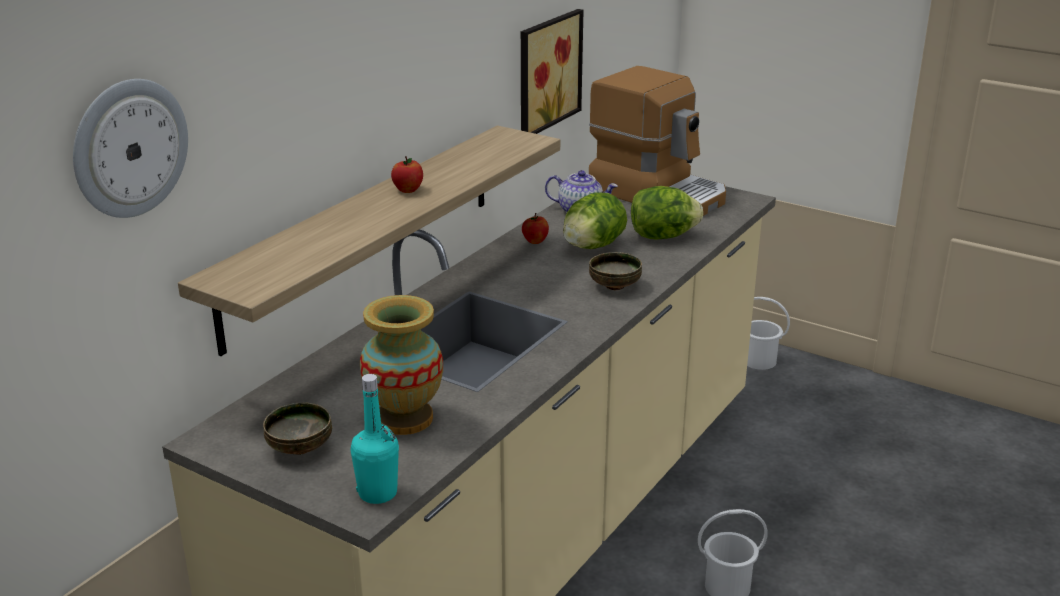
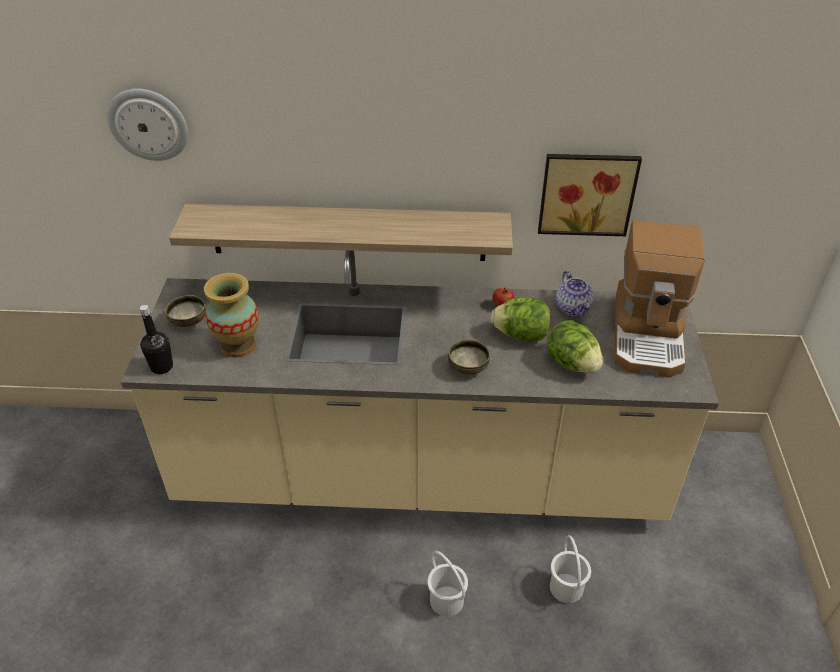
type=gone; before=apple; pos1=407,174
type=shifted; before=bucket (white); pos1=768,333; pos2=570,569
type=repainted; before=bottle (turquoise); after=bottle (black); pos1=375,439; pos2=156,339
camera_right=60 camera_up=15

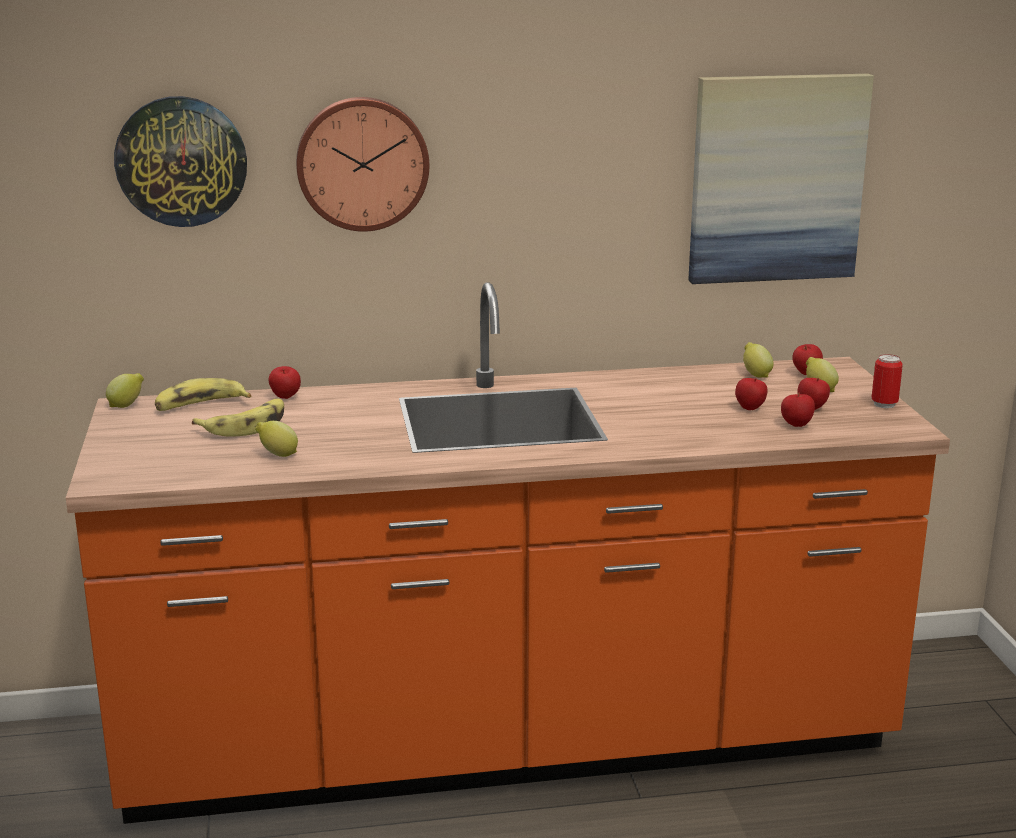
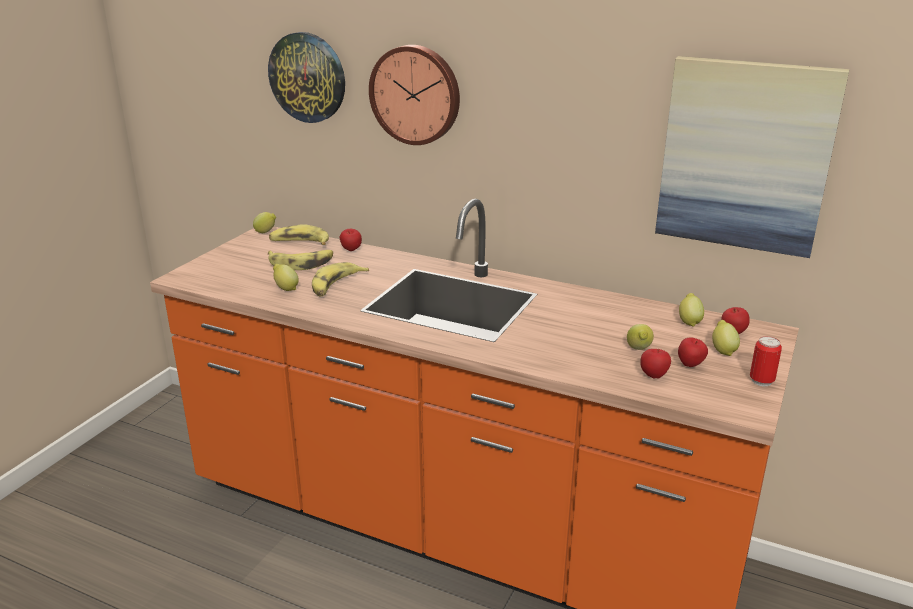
type=swapped; before=apple; after=lemon; pos1=751,394; pos2=640,337
type=new; after=banana; pos2=340,279
camera_right=35 camera_up=5

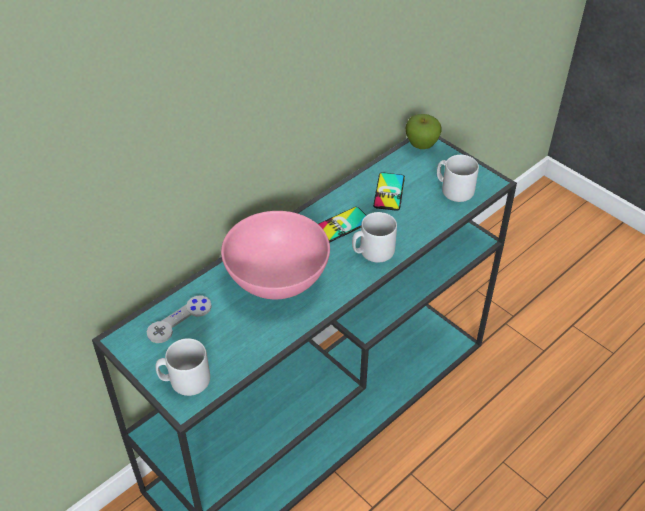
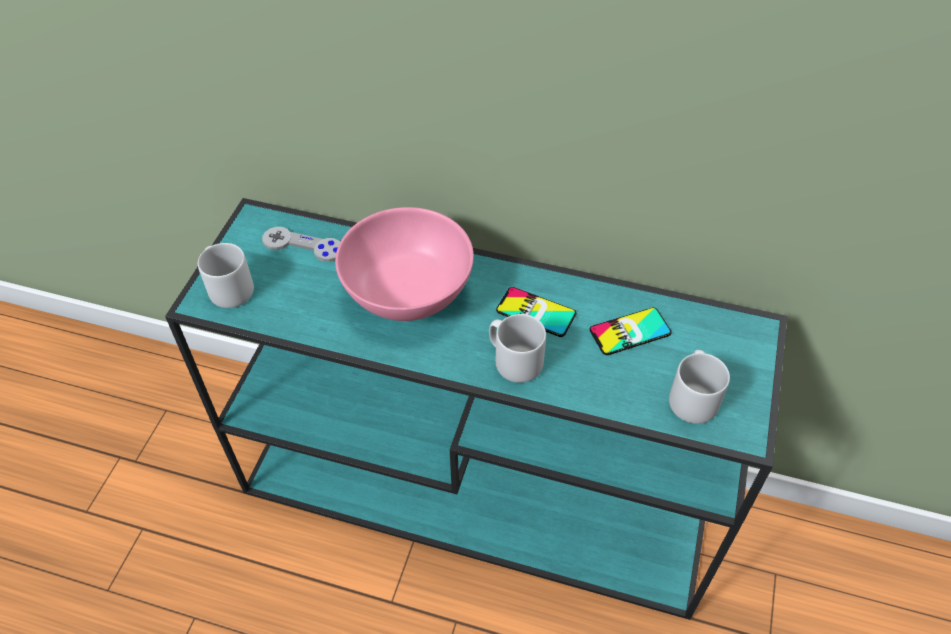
type=gone; before=apple; pos1=424,131
camera_right=60 camera_up=5

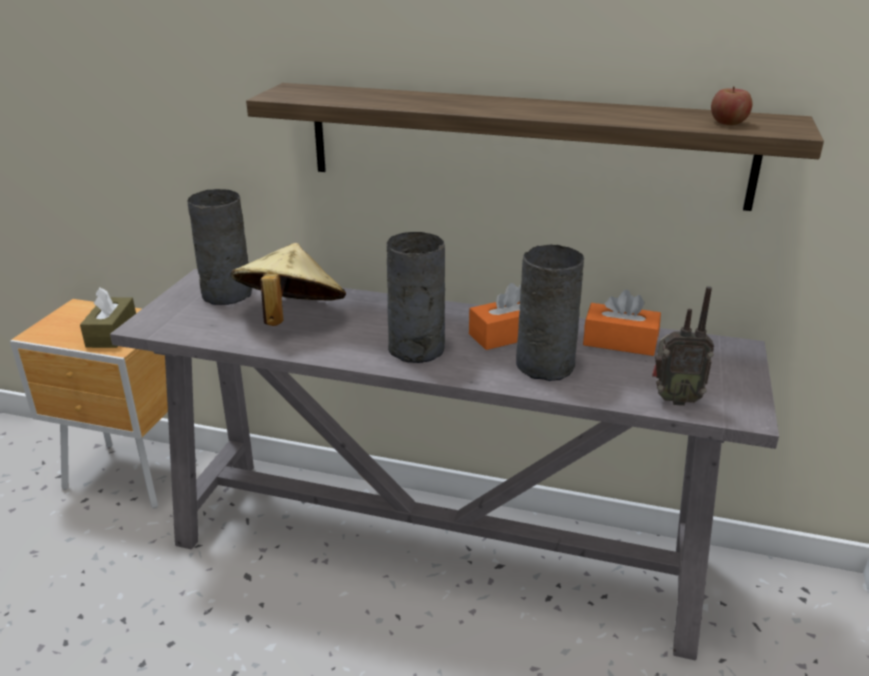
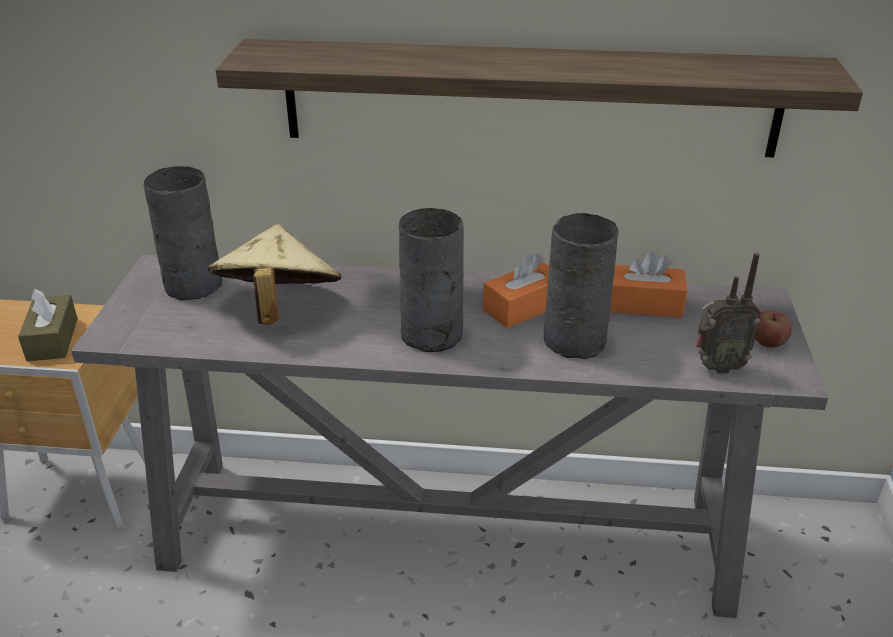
type=shifted; before=apple; pos1=731,106; pos2=773,329
camera_right=-10 camera_up=5

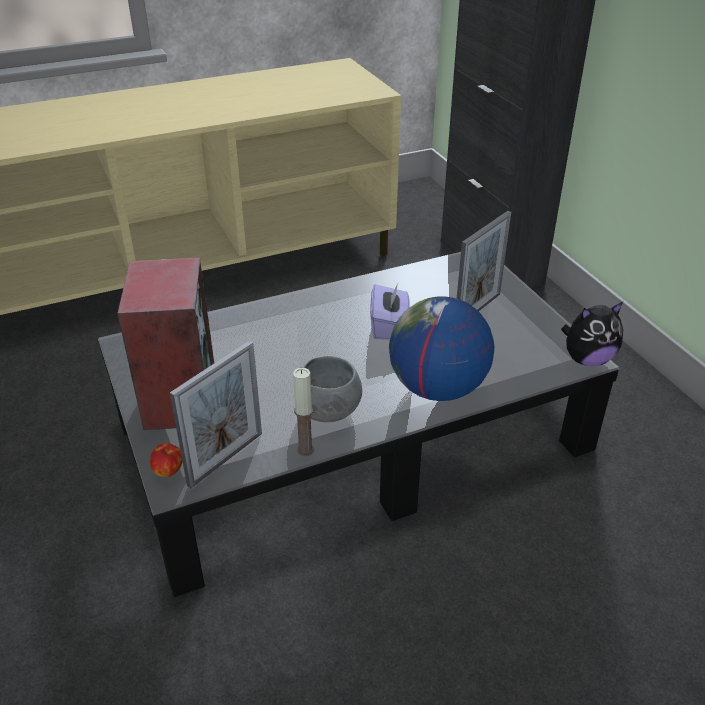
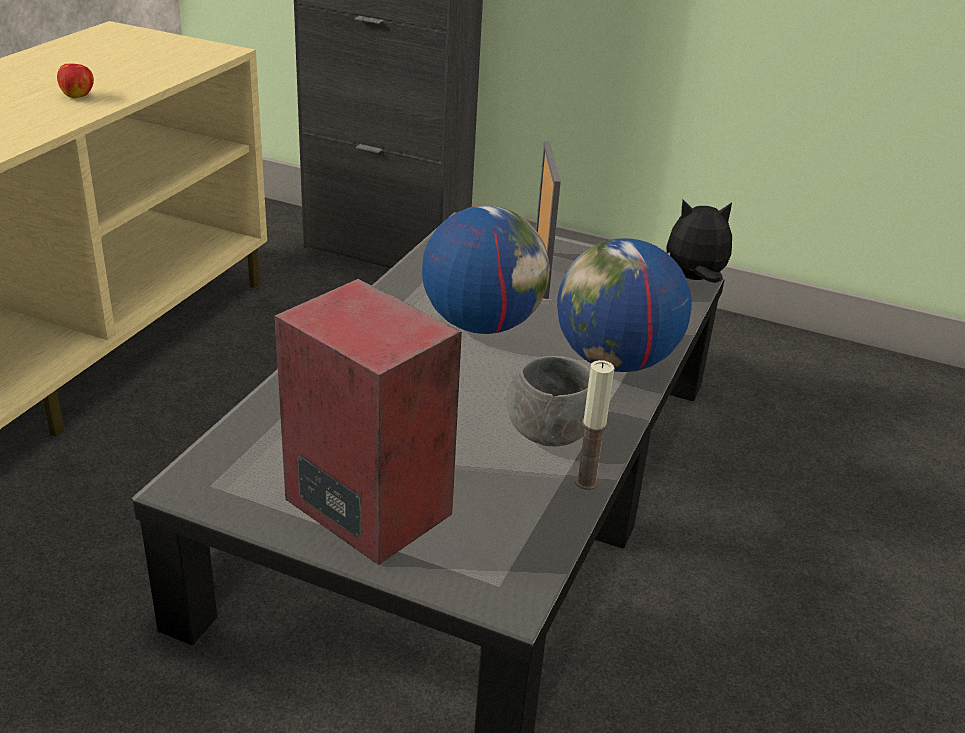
type=swapped; before=tissue box (purple); after=globe; pos1=390,312; pos2=486,269
type=rotated; before=plush toy; pos1=592,334; pos2=699,241; turn=-120
type=gone; before=picture frame; pos1=216,414
type=shifted; before=apple; pos1=166,460; pos2=75,80
camera_right=-45 camera_up=-5

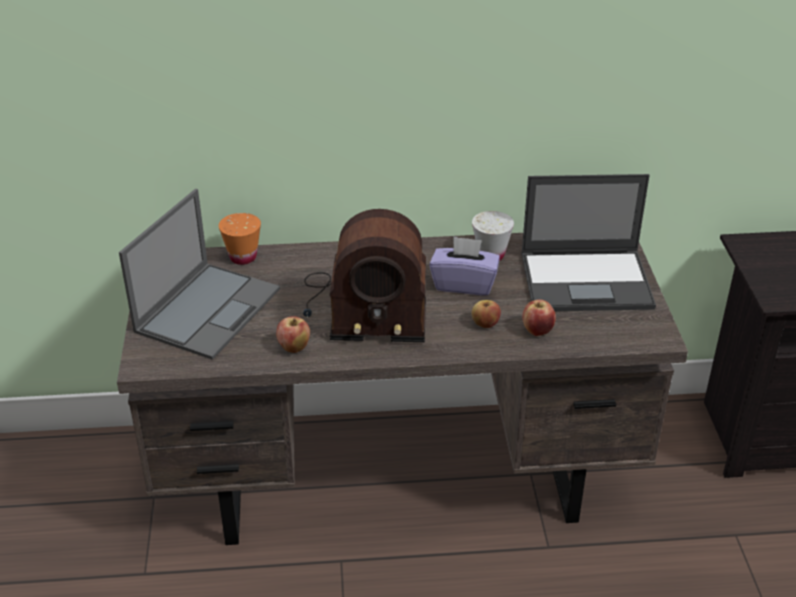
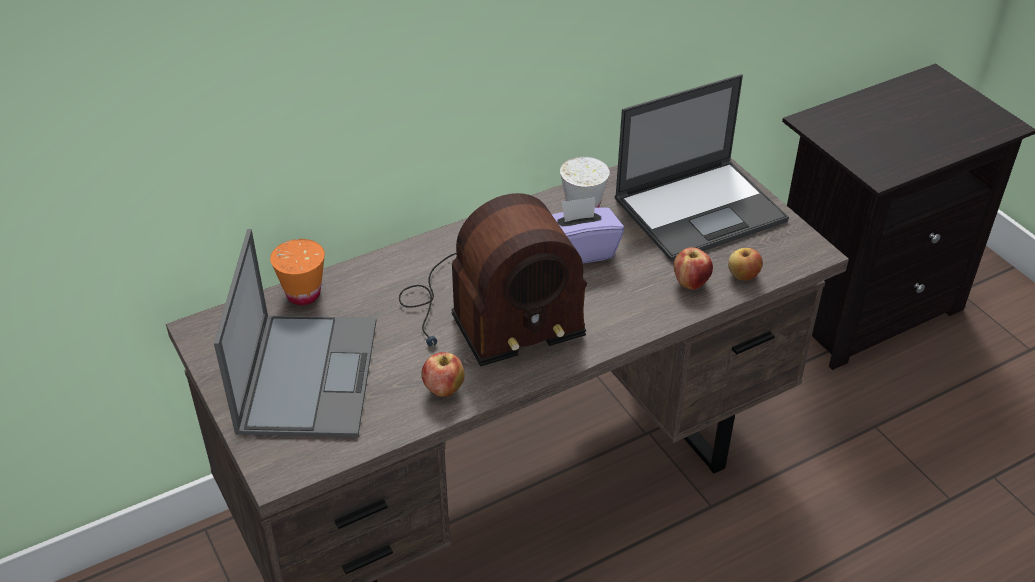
type=shifted; before=apple; pos1=486,314; pos2=745,264
camera_right=-25 camera_up=5

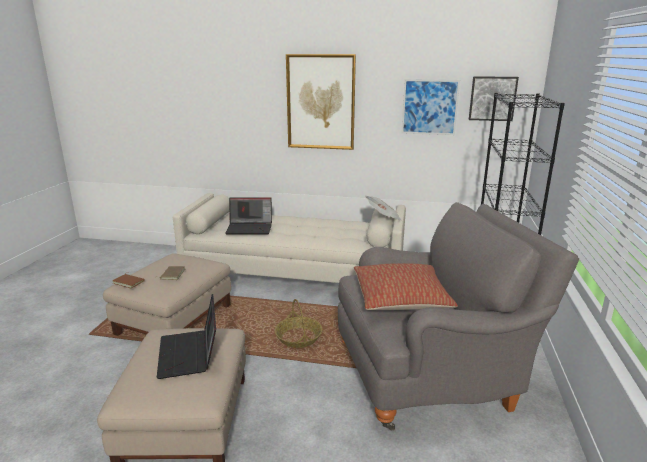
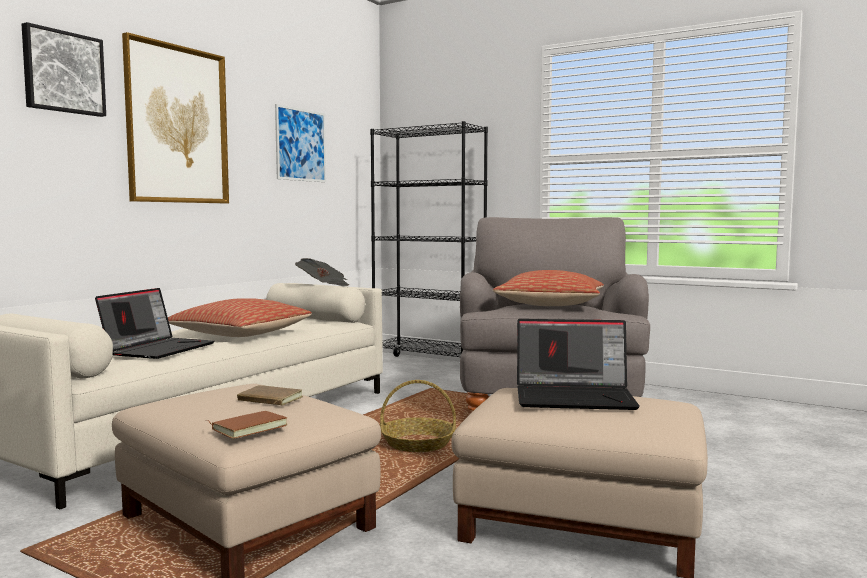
type=shifted; before=picture; pos1=494,98; pos2=64,69
type=new; after=pillow; pos2=240,317
camera_right=-70 camera_up=-15

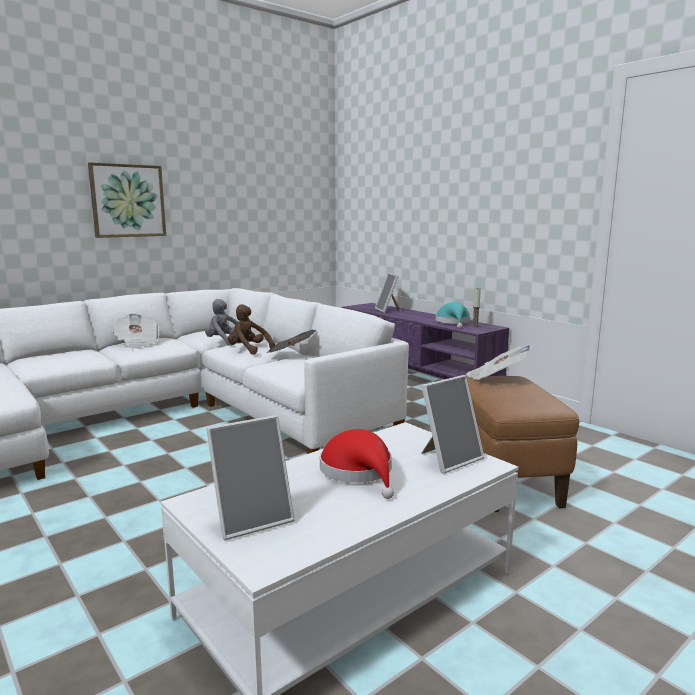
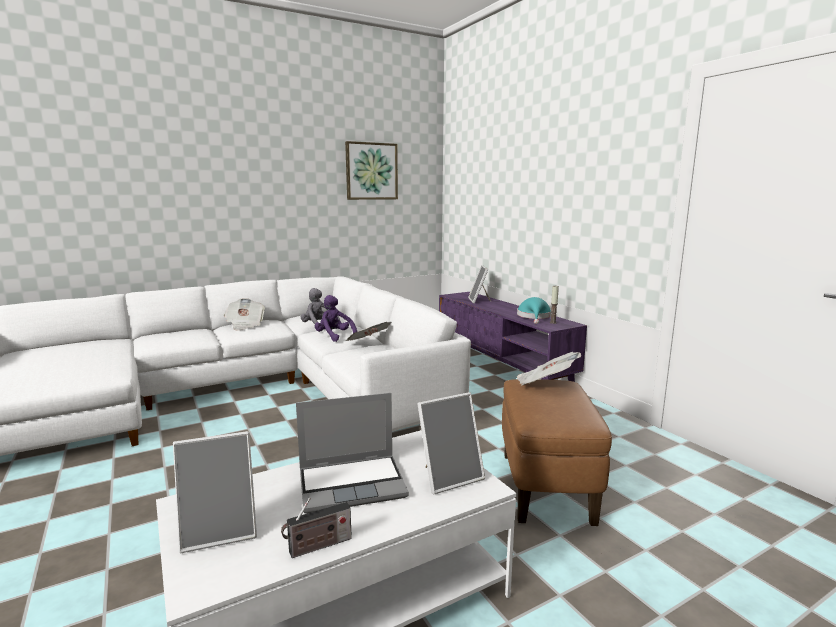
type=shifted; before=picture; pos1=127,200; pos2=371,170
type=repainted; before=plush toy (brown); after=plush toy (purple); pos1=251,329; pos2=336,318
type=swapped; before=hat (red); after=laptop; pos1=357,464; pos2=352,453
type=new; after=radio; pos2=316,528
camera_right=10 camera_up=0

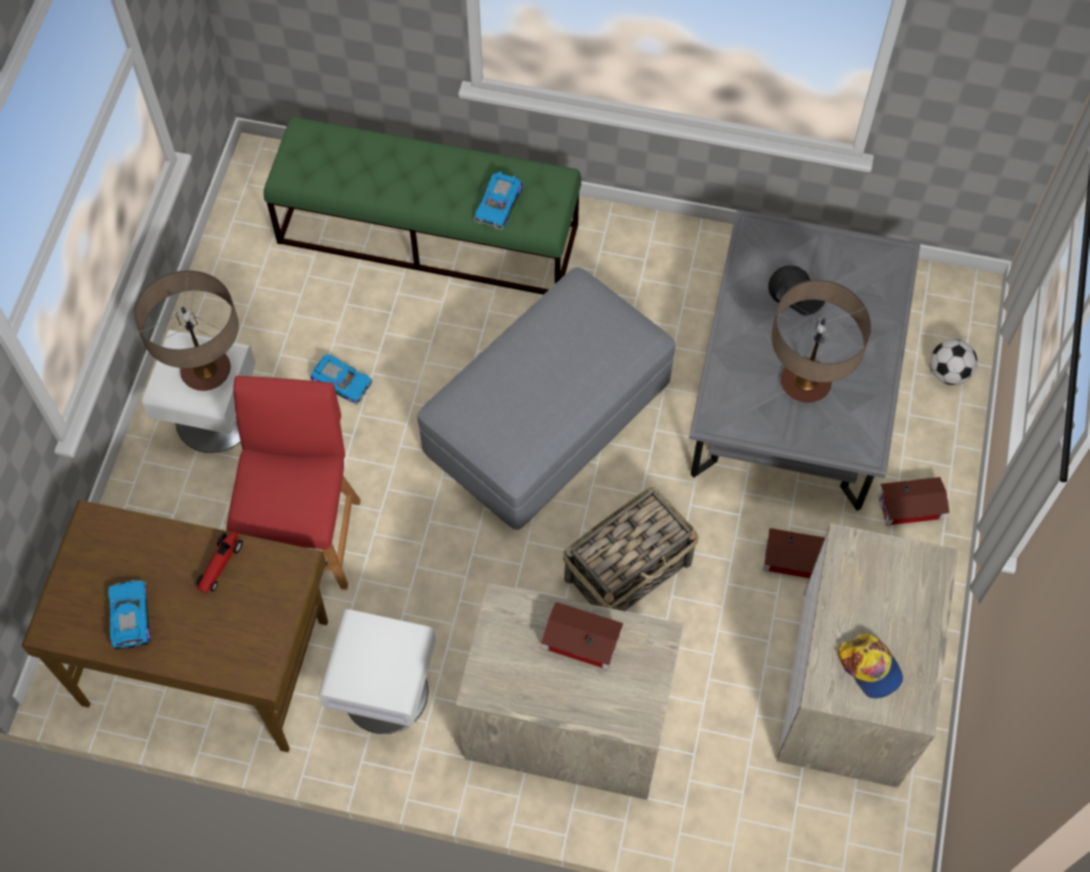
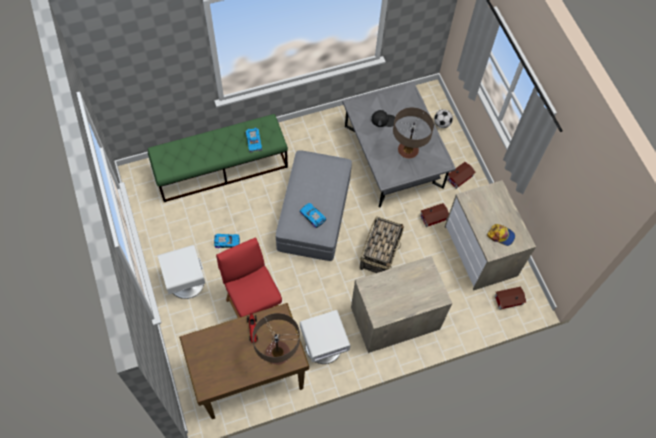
type=shifted; before=table lamp; pos1=186,330; pos2=276,339
type=shifted; before=toy car; pos1=129,615; pos2=312,215
type=shifted; before=toy house; pos1=582,636; pos2=510,298
camera_right=-35 camera_up=0

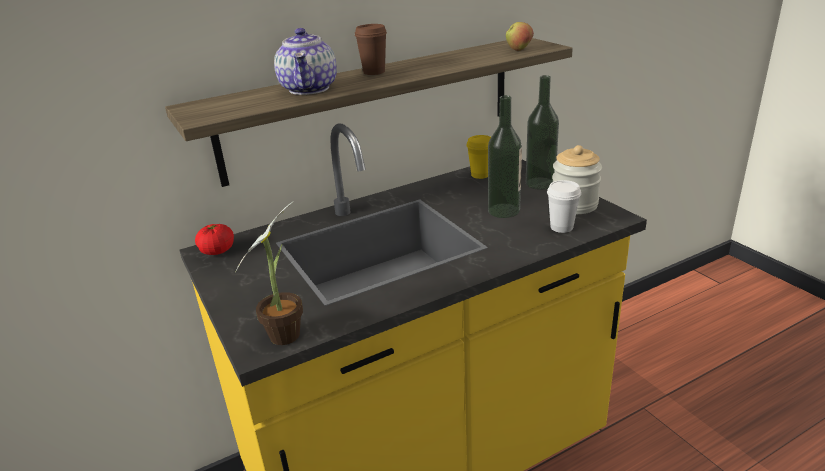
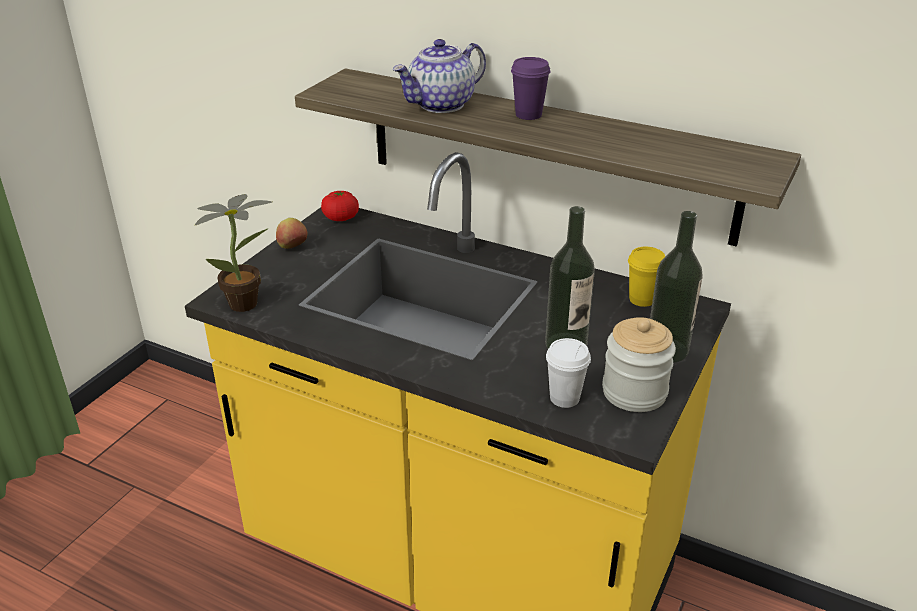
type=shifted; before=apple; pos1=520,36; pos2=292,233
type=repainted; before=cup (brown); after=cup (purple); pos1=371,49; pos2=530,88
camera_right=55 camera_up=5

